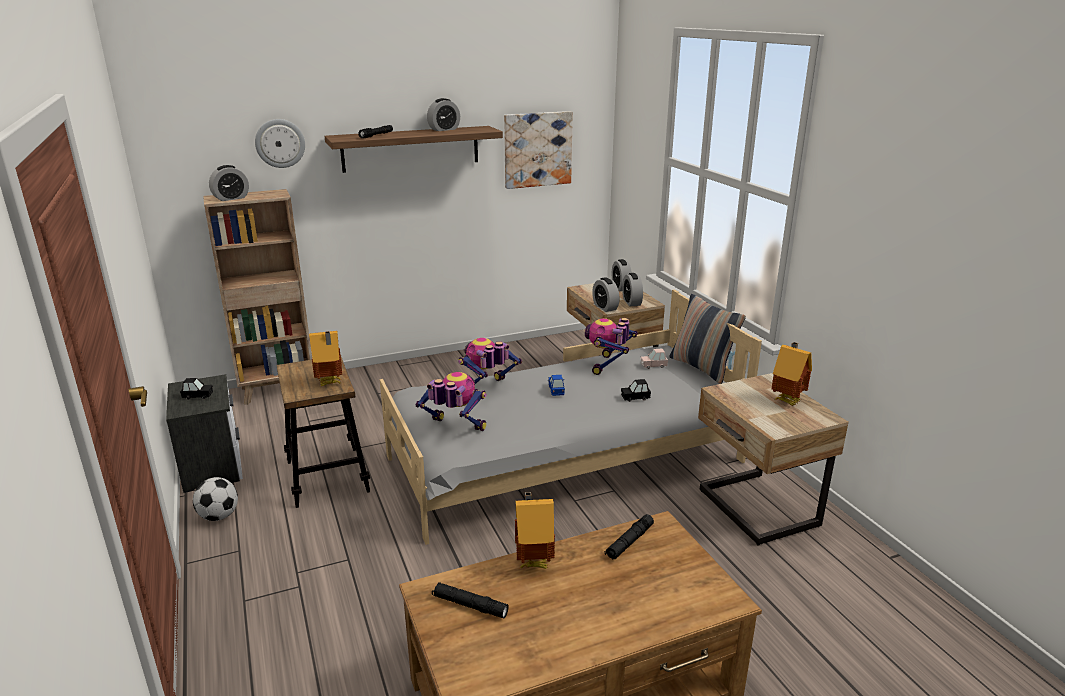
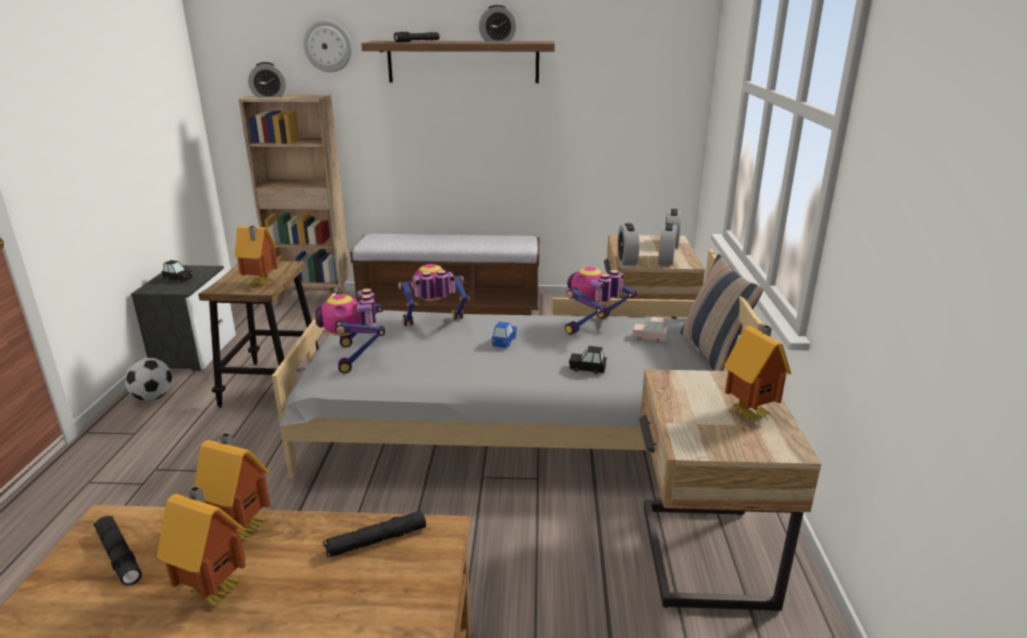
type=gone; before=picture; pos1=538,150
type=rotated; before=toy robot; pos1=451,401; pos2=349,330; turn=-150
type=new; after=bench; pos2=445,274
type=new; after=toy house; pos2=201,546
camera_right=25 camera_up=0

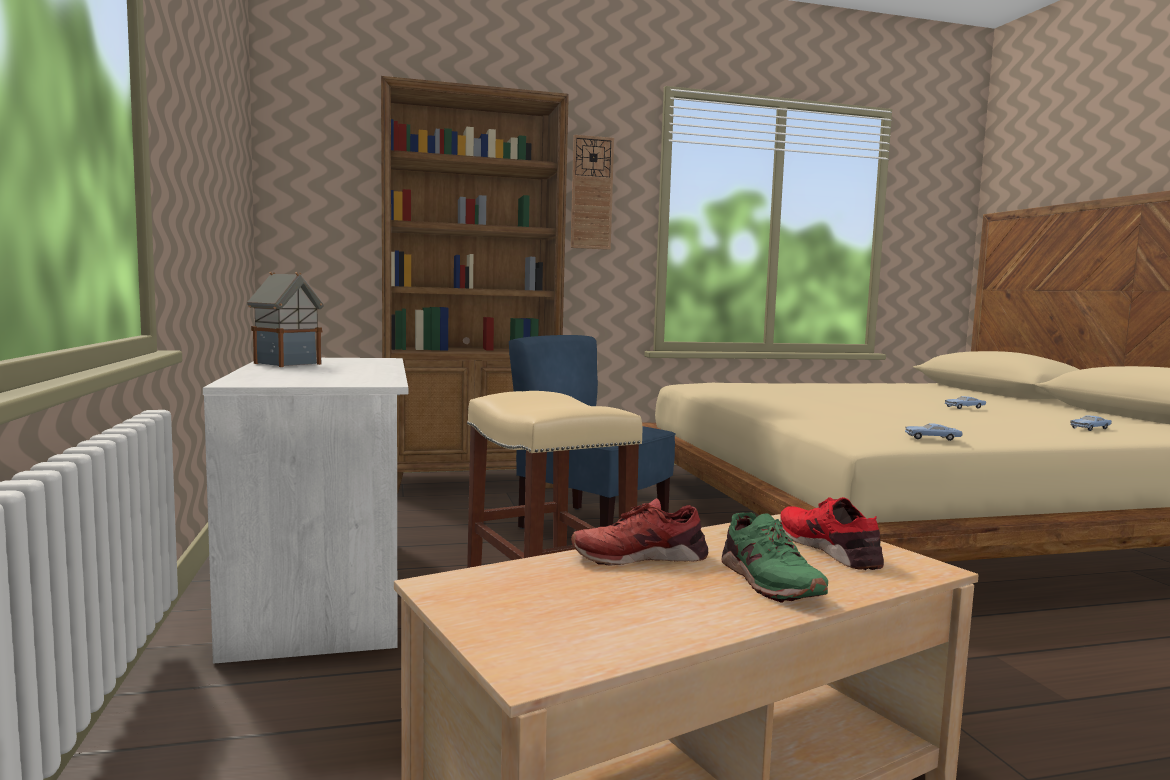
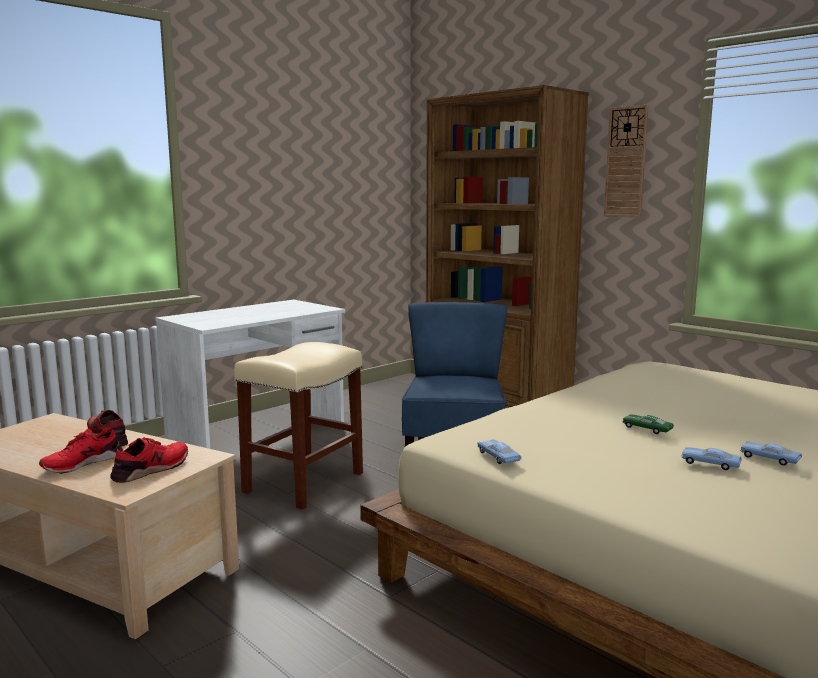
type=gone; before=toy house; pos1=285,319
type=shifted; before=toy car (blue); pos1=1091,423; pos2=711,458
type=repainted; before=shoe (green); after=shoe (red); pos1=775,557; pos2=81,451
type=new; after=toy car (green); pos2=648,424
camera_right=60 camera_up=5

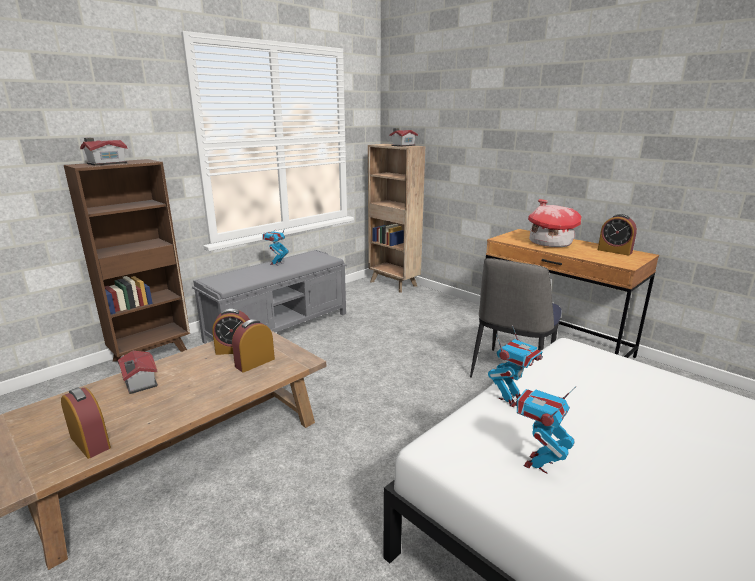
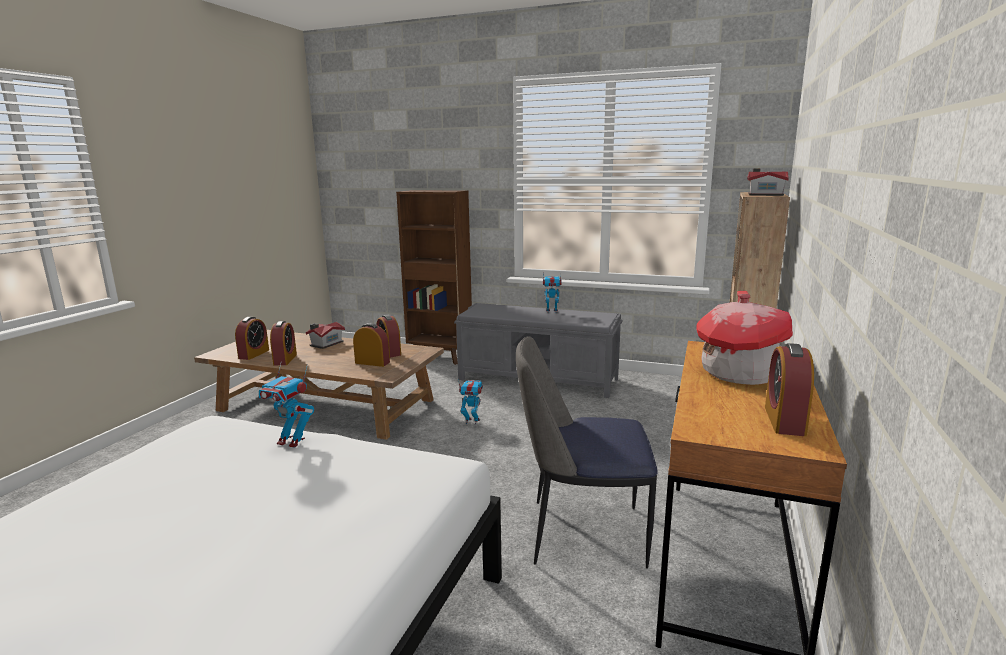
type=gone; before=toy house; pos1=103,152
type=shifted; before=toy robot; pos1=545,430; pos2=470,402
type=new; after=alarm clock; pos2=283,343
camera_right=65 camera_up=-5

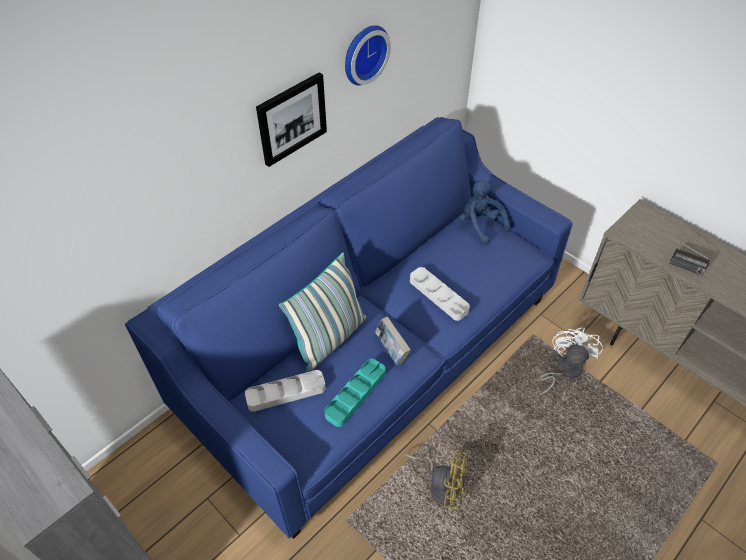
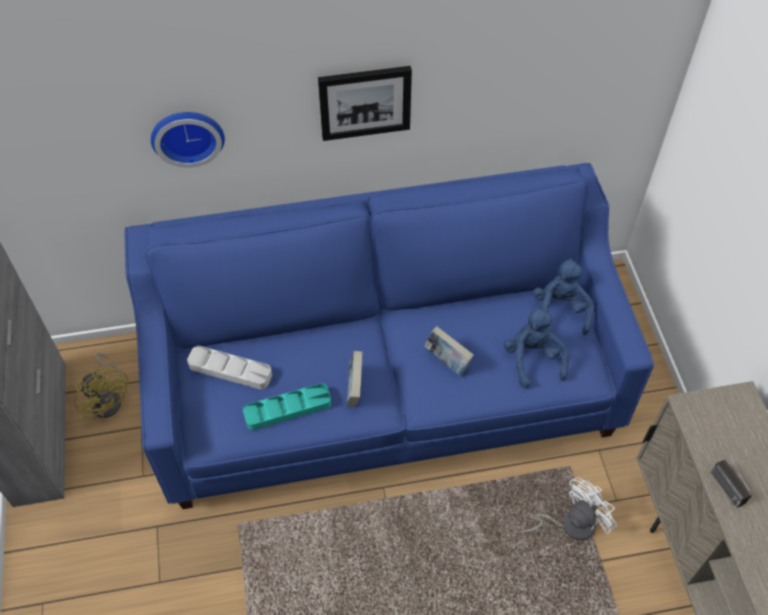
type=shifted; before=wall clock; pos1=368,55; pos2=188,140
type=gone; before=pillow; pos1=322,312
type=swapped; before=tray (grey); after=book; pos1=440,294; pos2=449,351
type=shifted; before=fan (yellow); pos1=435,480; pos2=102,386
type=new; after=plush toy (blue); pos2=536,346
camera_right=35 camera_up=5

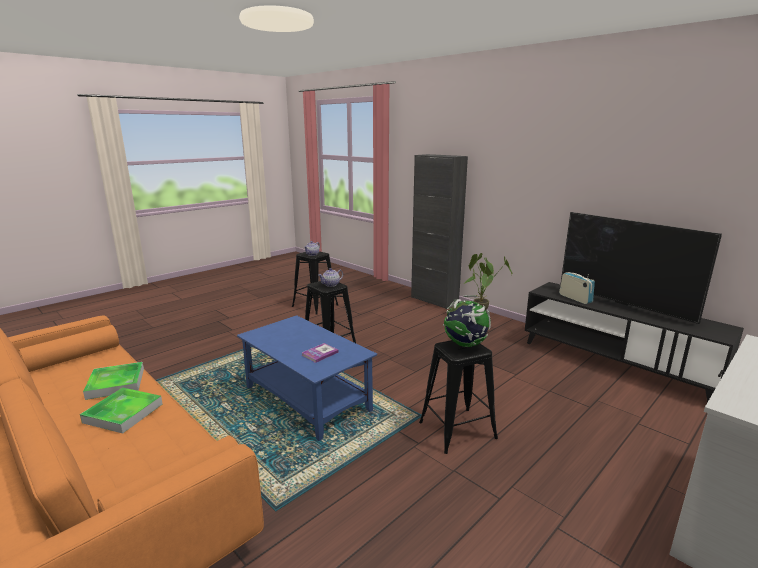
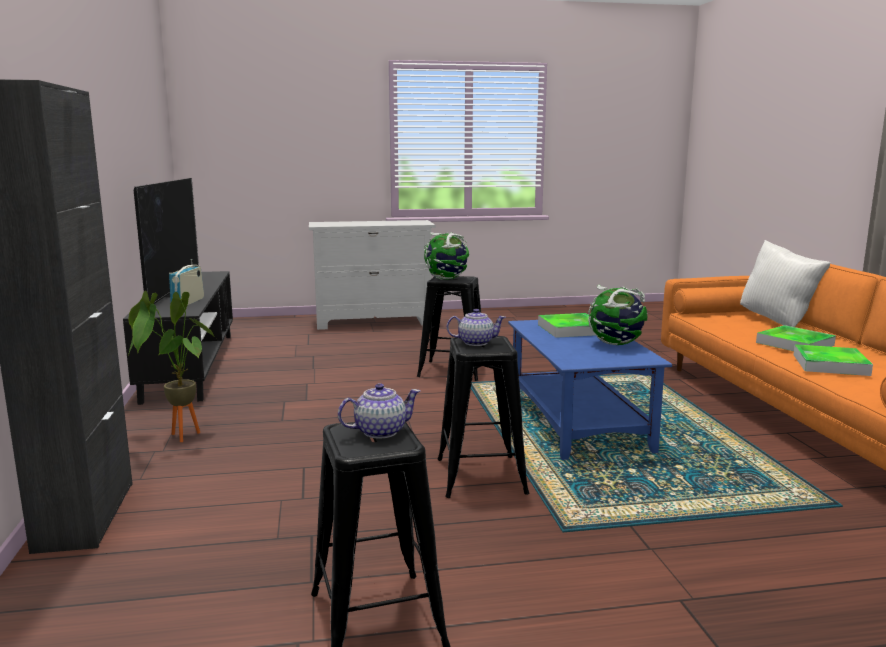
type=swapped; before=book; after=tray; pos1=320,353; pos2=567,325
type=new; after=pillow (white); pos2=785,283
type=new; after=globe; pos2=618,315
camera_right=-145 camera_up=-5

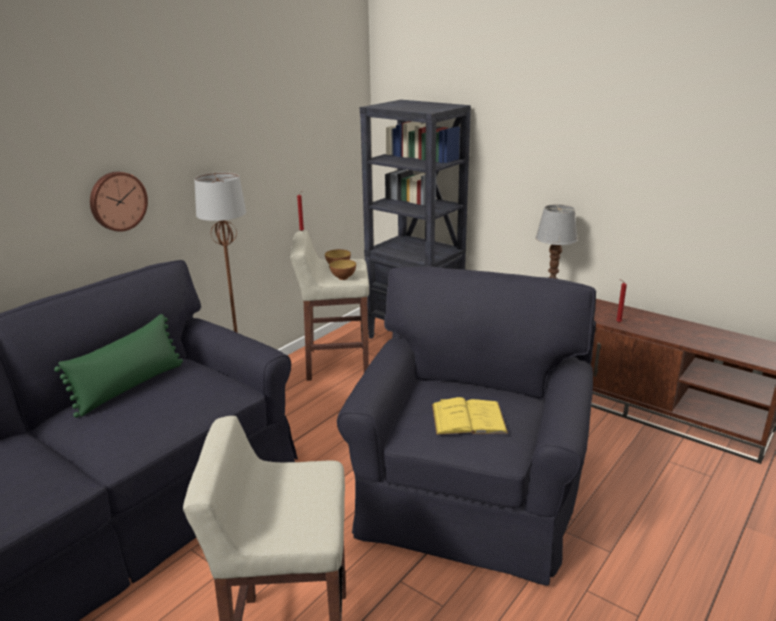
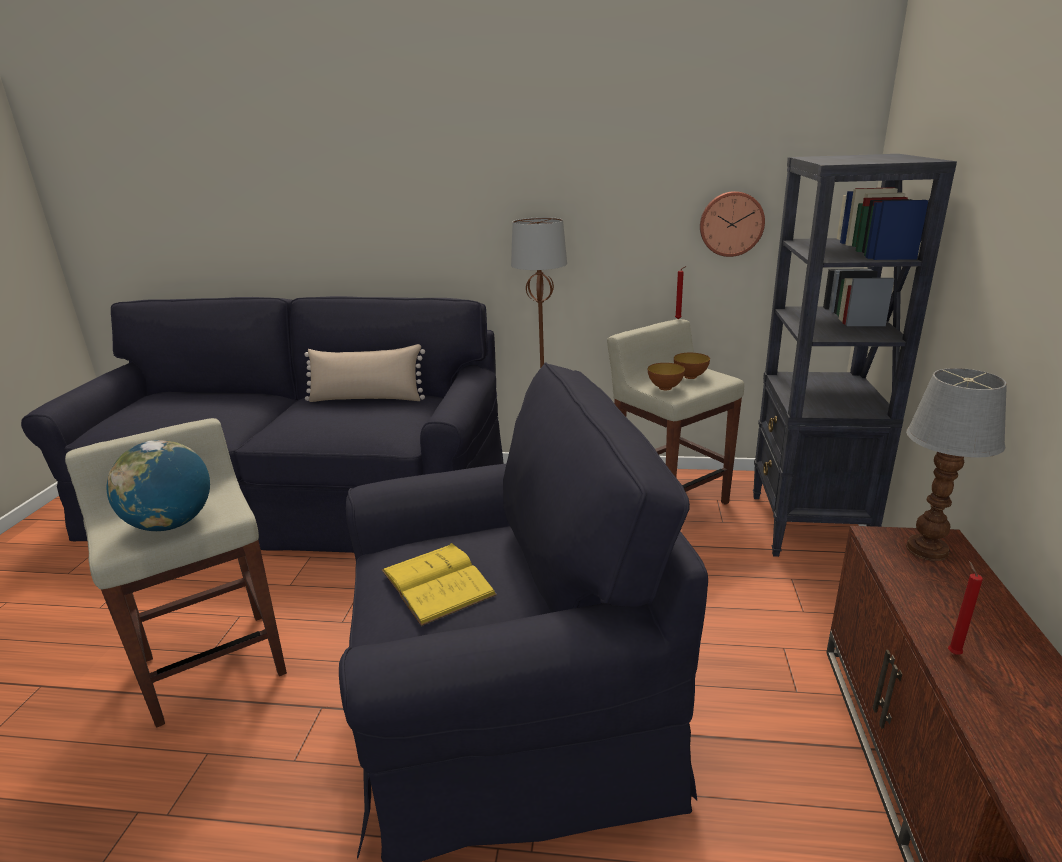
type=shifted; before=wall clock; pos1=119,202; pos2=732,224
type=repainted; before=pillow (green); after=pillow (beige); pos1=118,366; pos2=364,373
type=new; after=globe; pos2=158,485
camera_right=60 camera_up=0

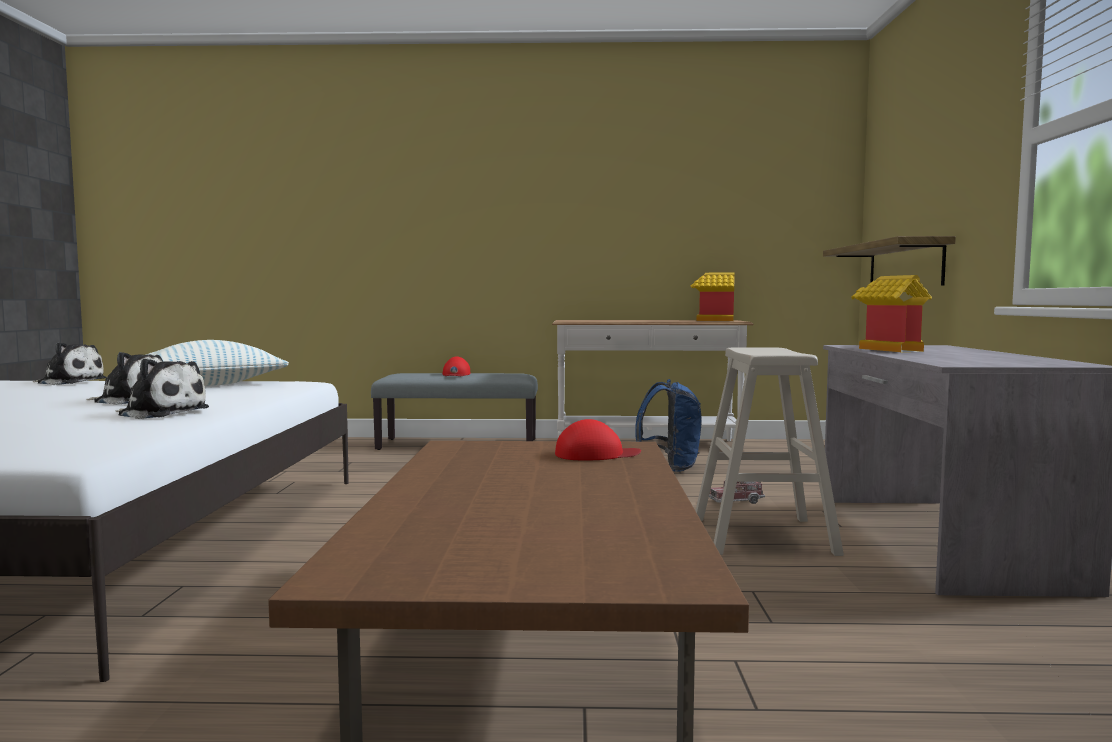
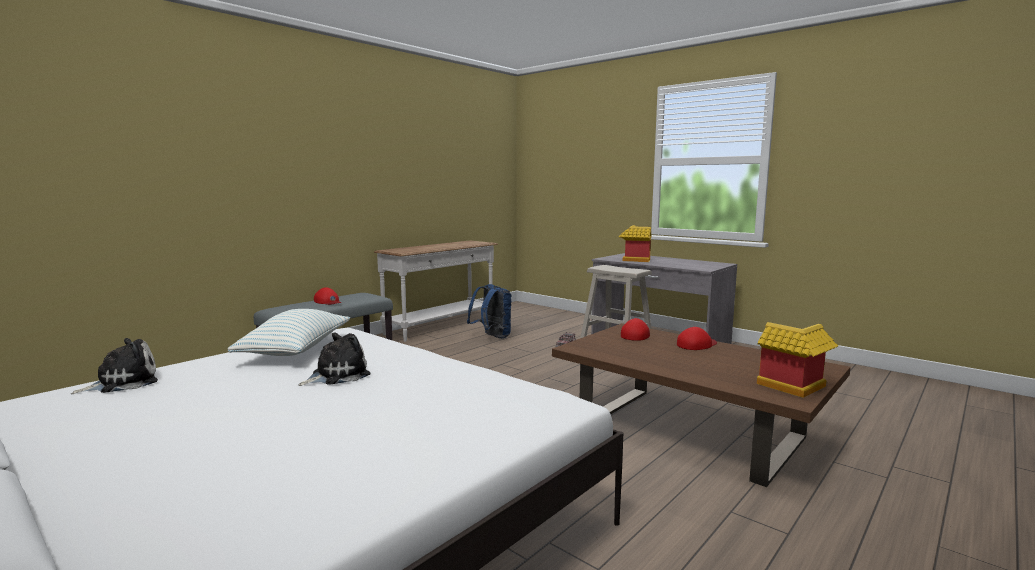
type=gone; before=shelf; pos1=889,261
type=shifted; before=toy house; pos1=712,296; pos2=797,360
type=gone; before=plush toy; pos1=162,389
type=new; after=cap (red); pos2=697,338
camera_right=-50 camera_up=5

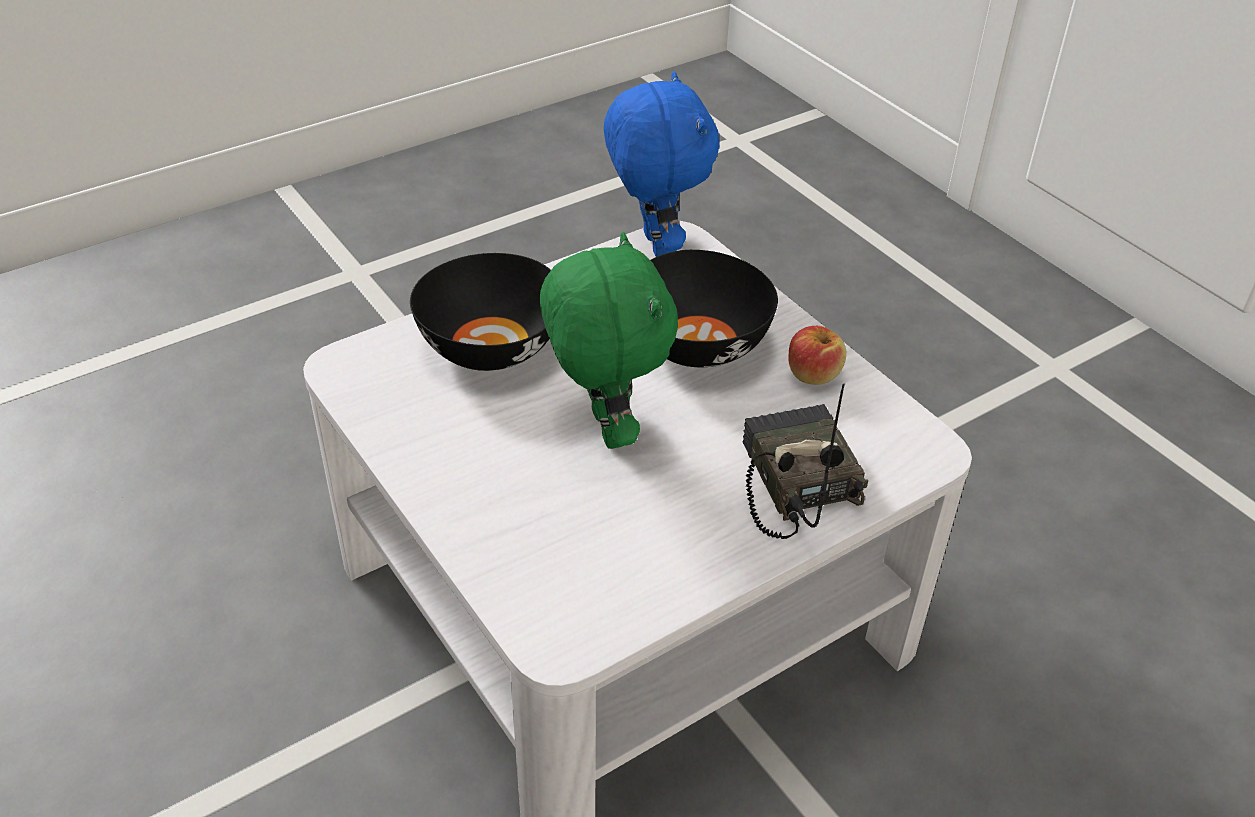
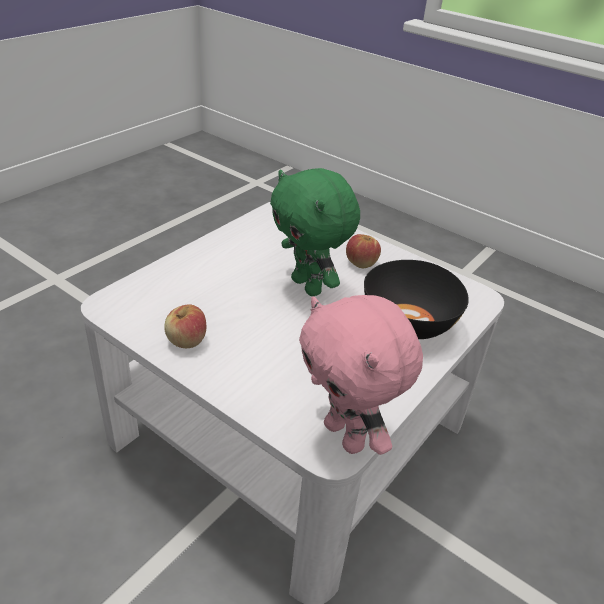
type=repainted; before=plush toy (blue); after=plush toy (pink); pos1=661,164; pos2=361,375
type=gone; before=bowl (black); pos1=714,308
type=gone; before=radio; pos1=805,461
type=new; after=apple; pos2=363,251
camera_right=160 camera_up=-5

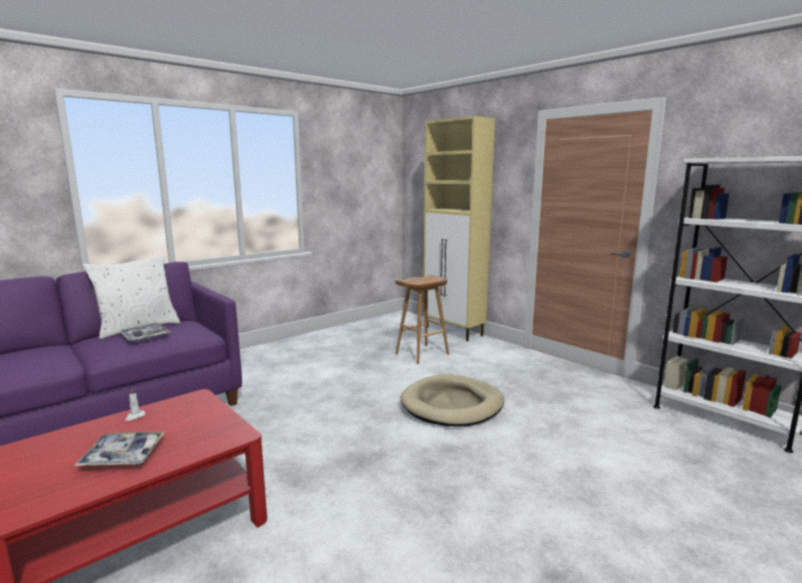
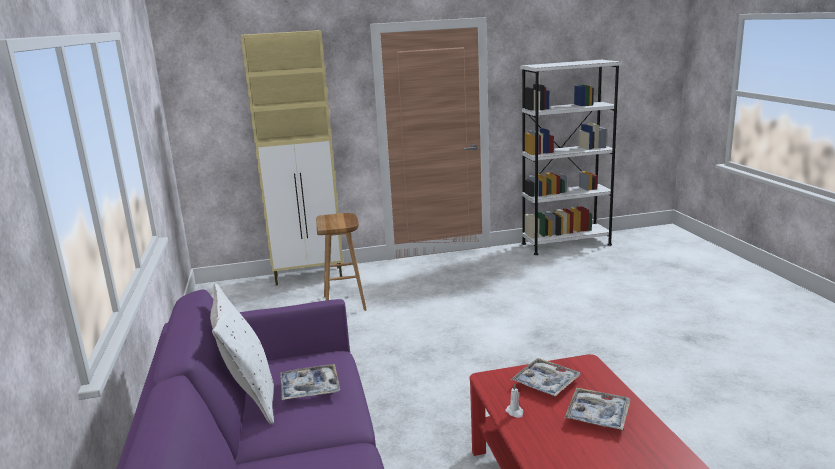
type=gone; before=dog bed (beige); pos1=452,400
type=new; after=tray; pos2=546,377
camera_right=-60 camera_up=5

